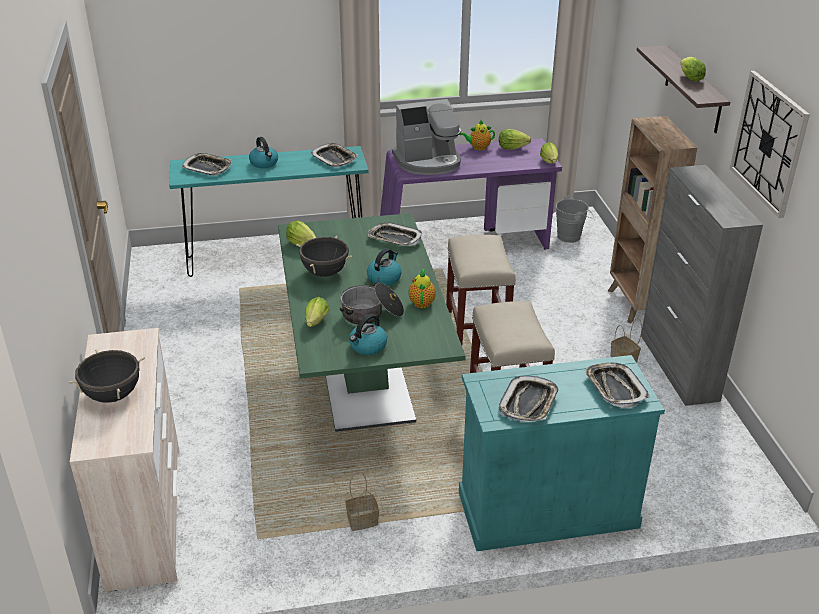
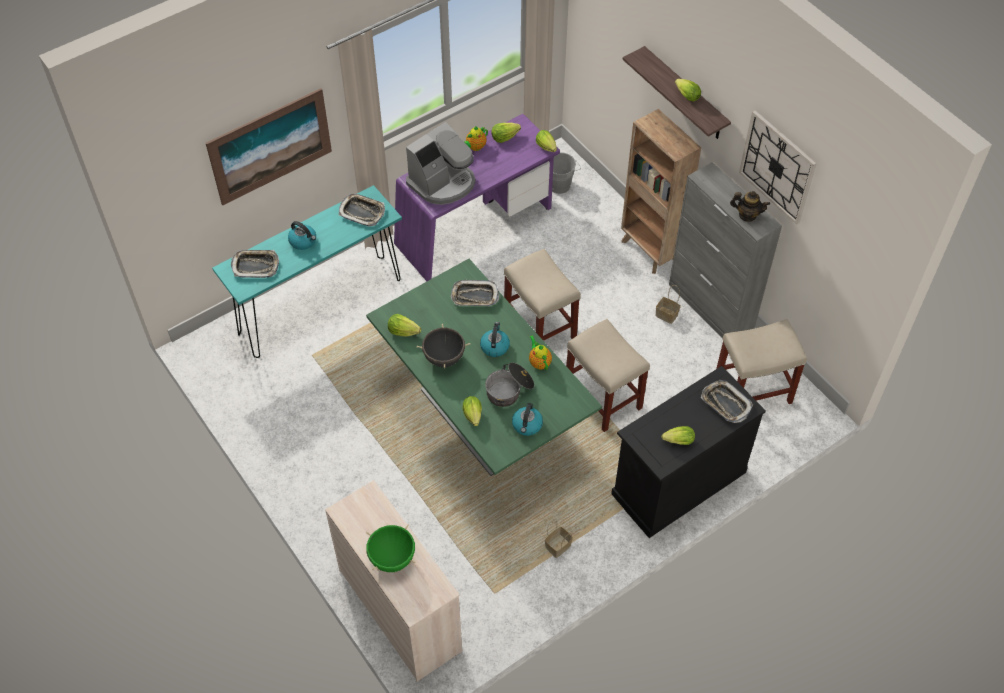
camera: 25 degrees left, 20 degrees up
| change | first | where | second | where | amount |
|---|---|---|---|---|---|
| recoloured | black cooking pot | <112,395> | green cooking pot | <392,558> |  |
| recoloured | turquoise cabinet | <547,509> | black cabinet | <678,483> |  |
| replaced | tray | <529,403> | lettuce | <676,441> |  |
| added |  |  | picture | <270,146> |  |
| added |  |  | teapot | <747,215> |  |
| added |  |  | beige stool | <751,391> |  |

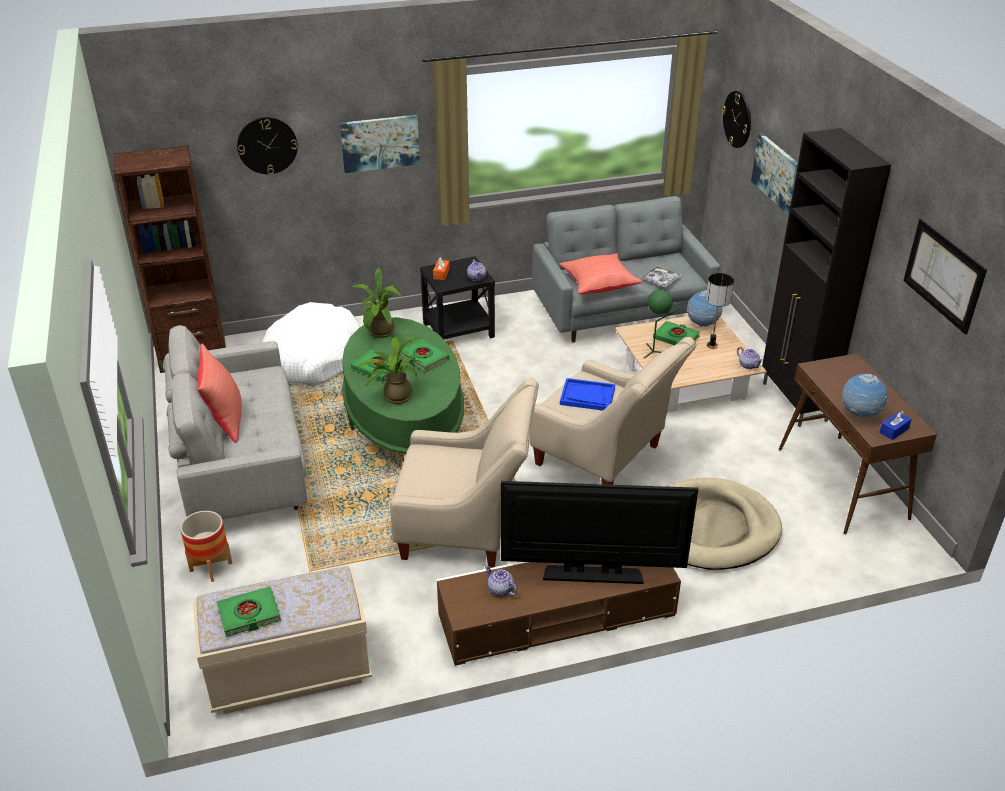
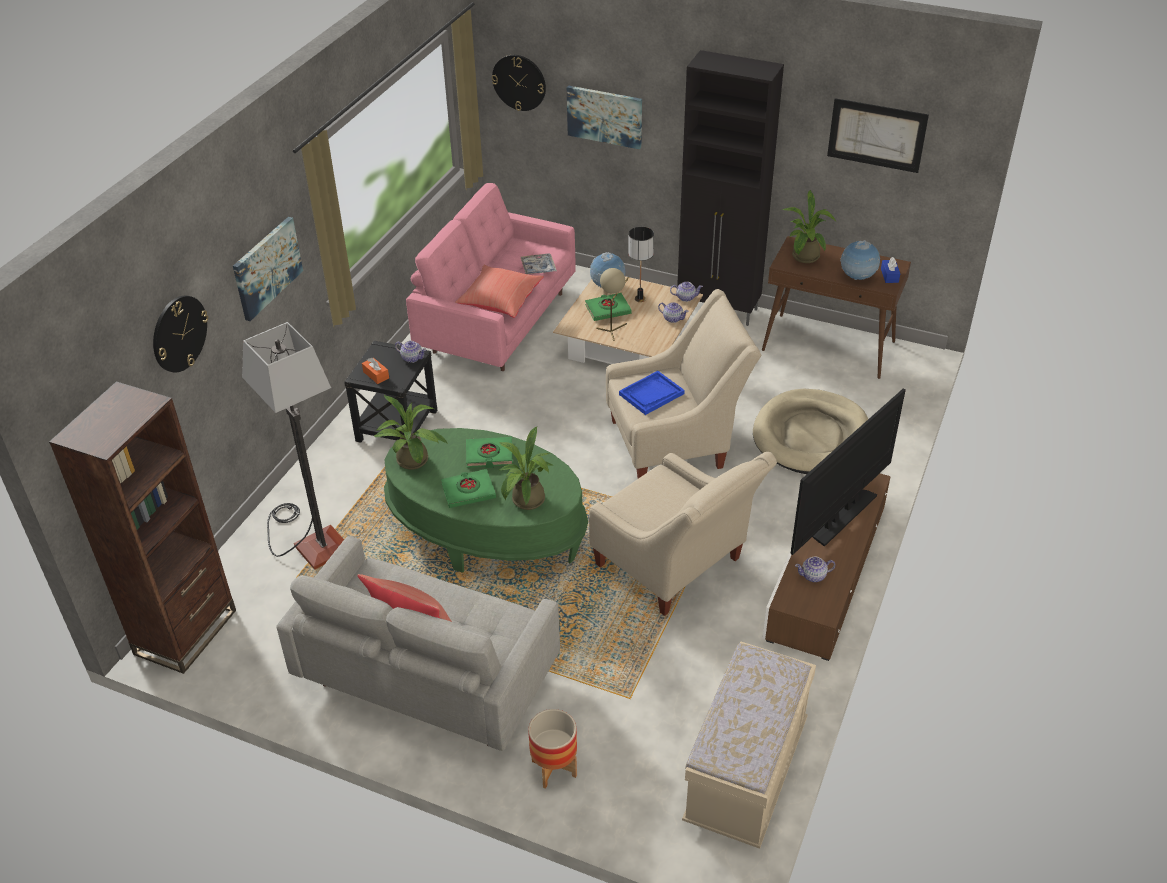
camera: 50 degrees left, 5 degrees up
| change | first | where | second | where | amount |
|---|---|---|---|---|---|
| recoloured | grey sofa | <621,312> | pink sofa | <498,321> |  |
| recoloured | green table lamp | <655,352> | beige table lamp | <613,330> |  |
| replaced | white dog bed | <314,357> | floor lamp | <311,542> |  |
| turned | beige armchair | <467,527> |  | <675,567> | 90 degrees clockwise |
| removed | green book | <249,614> |  |  |  |
| added |  |  | potted plant | <804,258> |  |
| added |  |  | teapot | <672,318> |  |

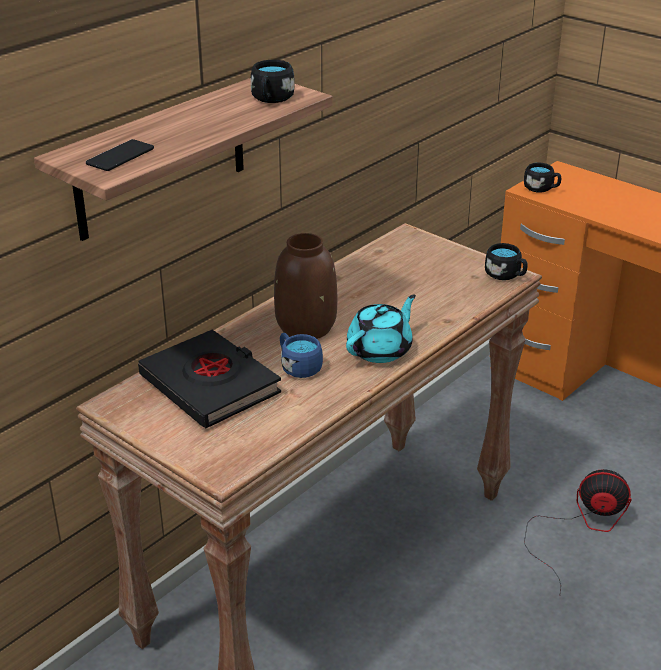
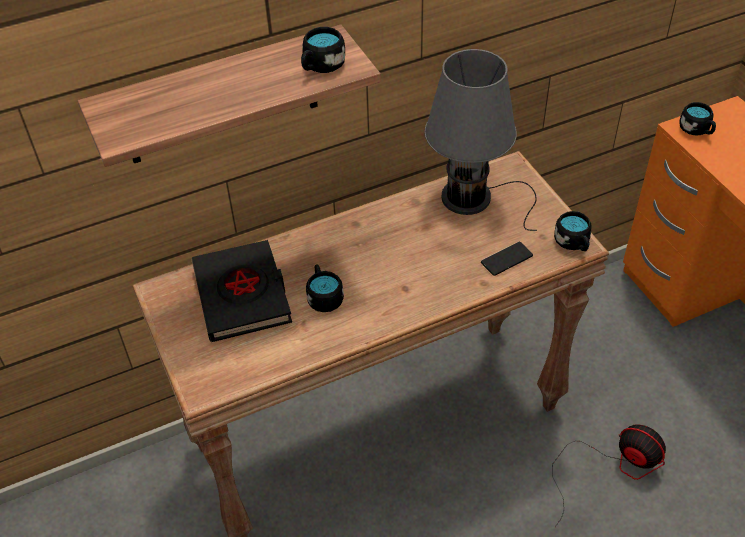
camera: 25 degrees right, 15 degrees up
| change | first | where | second | where | amount |
|---|---|---|---|---|---|
| moved | phone | <120,156> |  | <506,259> |  |
| removed | brown vase | <306,328> |  |  |  |
| removed | turquoise teapot | <380,350> |  |  |  |
| recoloured | blue mug | <298,366> | black mug | <324,296> |  |
| added |  |  | grey table lamp | <472,198> |  |

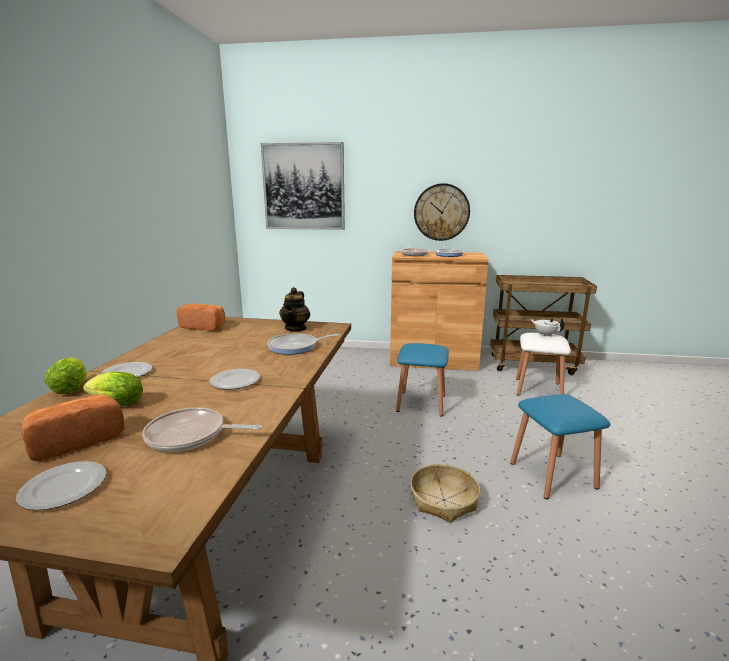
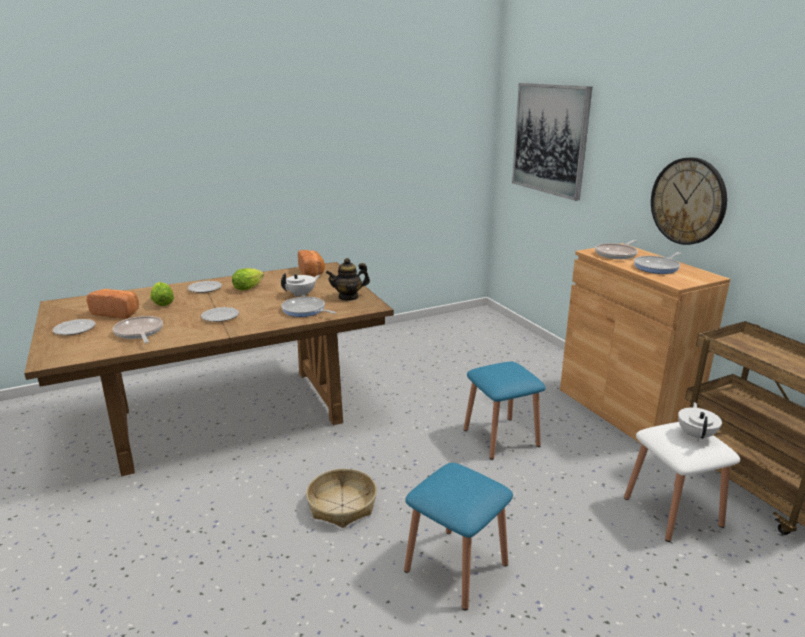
camera: 55 degrees right, 5 degrees up
| change | first | where | second | where | amount |
|---|---|---|---|---|---|
| moved | lettuce | <72,388> |  | <249,288> |  |
| added |  |  | white teapot | <301,295> |  |

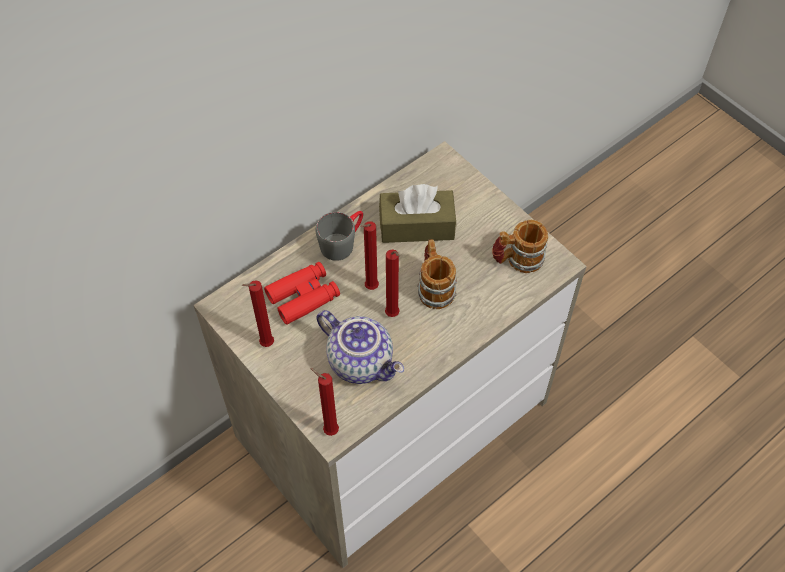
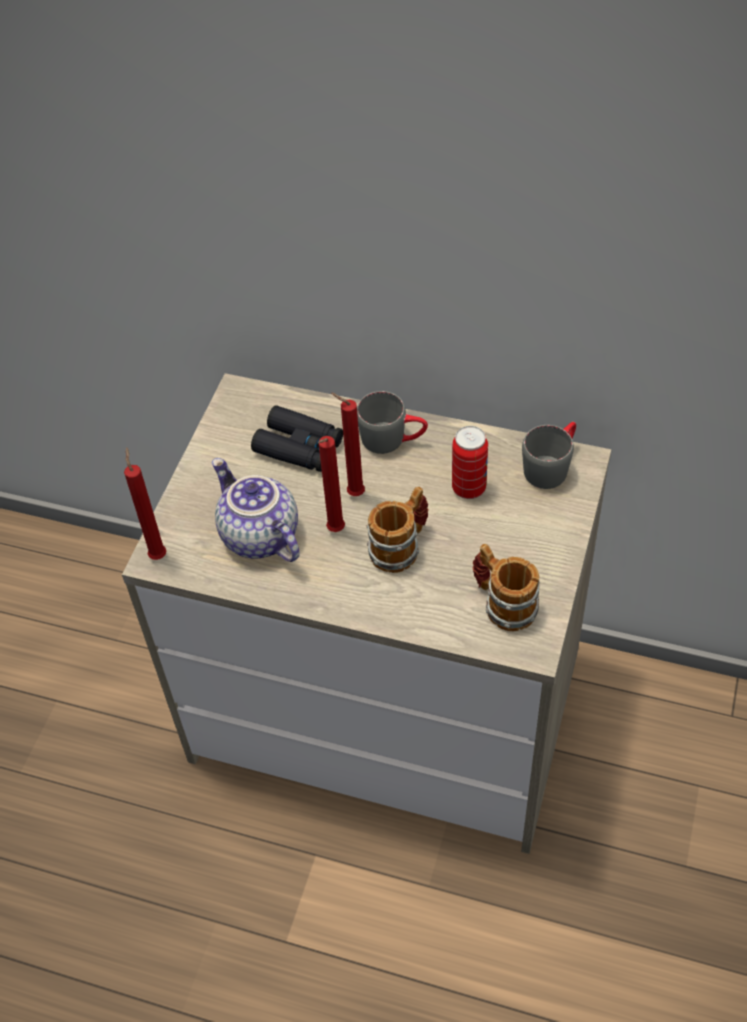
camera: 60 degrees right, 5 degrees down
| change | first | where | second | where | amount |
|---|---|---|---|---|---|
| replaced | brown tissue box | <417,226> | can | <469,488> |  |
| recoloured | red binoculars | <303,297> | black binoculars | <299,447> |  |
| removed | red candle | <265,344> |  |  |  |
| turned | teapot | <362,361> |  | <258,536> | 135 degrees clockwise |
| added |  |  | grey mug | <551,465> |  |

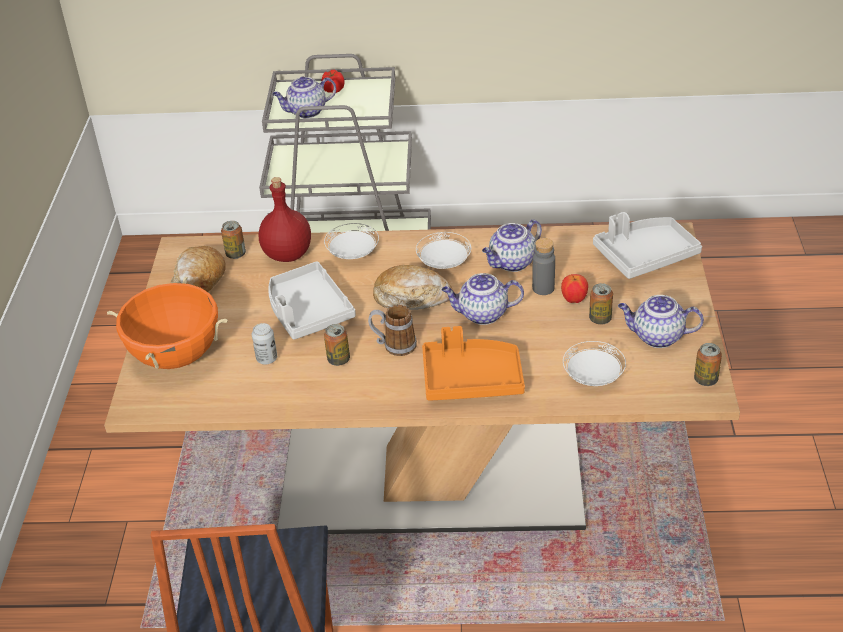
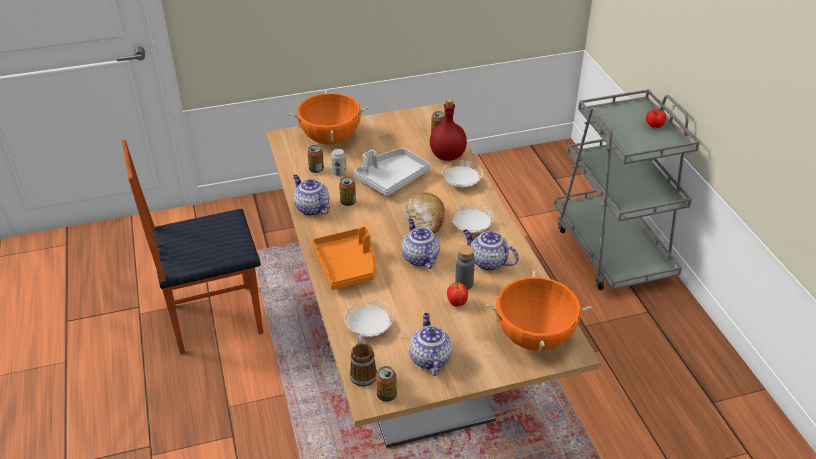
camera: 70 degrees right, 0 degrees up
| change | first | where | second | where | amount |
|---|---|---|---|---|---|
| moved | teapot | <306,112> |  | <311,208> |  |
| replaced | grey tray | <645,256> | orange cooking pot | <534,337> |  |
| removed | bread | <198,282> |  |  |  |
| moved | can | <600,319> |  | <316,169> |  |
| moved | mug | <393,346> |  | <362,372> |  |

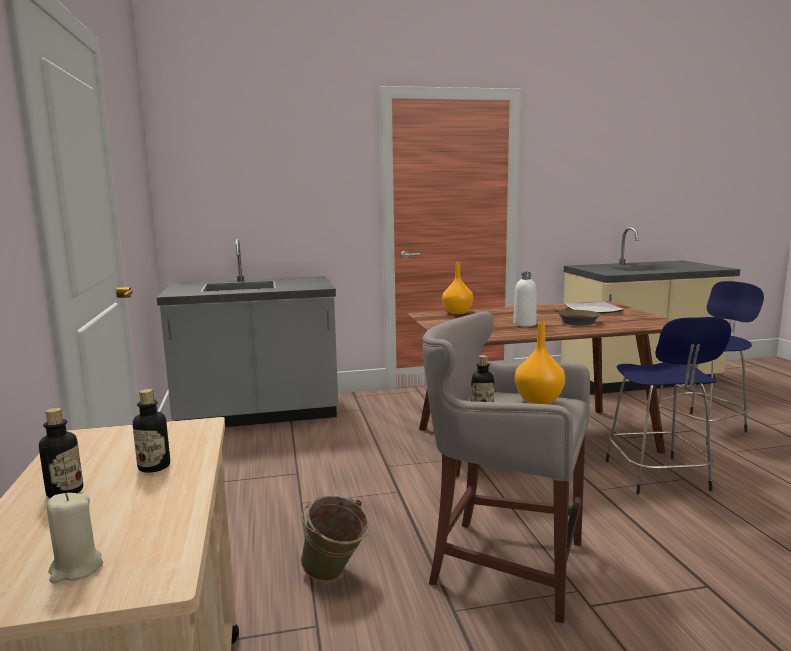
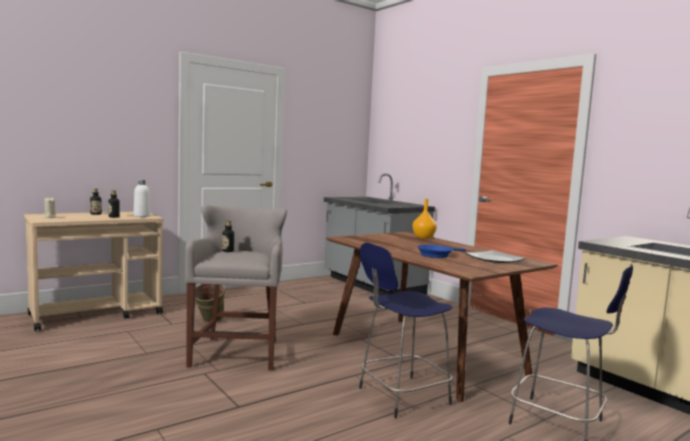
camera: 65 degrees right, 5 degrees down
| change | first | where | second | where | amount |
|---|---|---|---|---|---|
| moved | white bottle | <524,324> |  | <141,216> |  |
| recoloured | brown frying pan | <576,321> | blue frying pan | <436,255> |  |
| removed | orange vase | <537,401> |  |  |  |

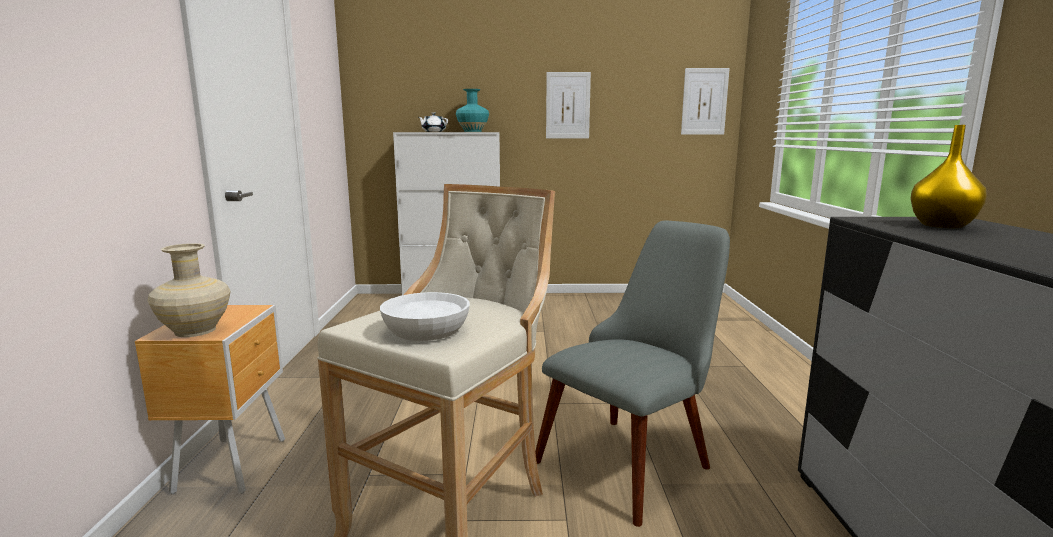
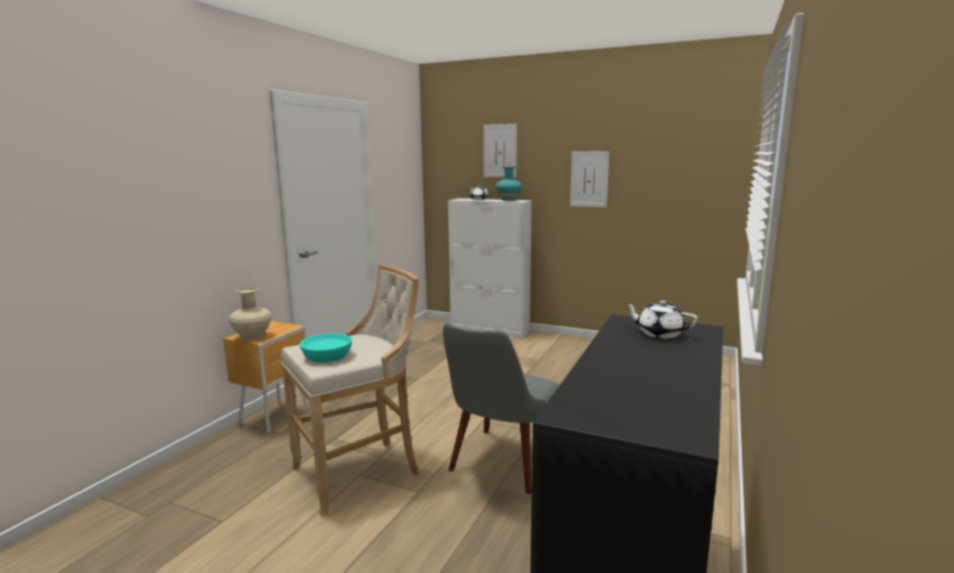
camera: 25 degrees right, 0 degrees up
| change | first | where | second | where | amount |
|---|---|---|---|---|---|
| moved | picture | <704,101> |  | <500,151> |  |
| replaced | yellow vase | <941,226> | white teapot | <659,333> |  |
| turned | grey chair | <635,456> |  | <500,467> | 135 degrees clockwise |
| recoloured | white bowl | <427,331> | turquoise bowl | <327,356> |  |

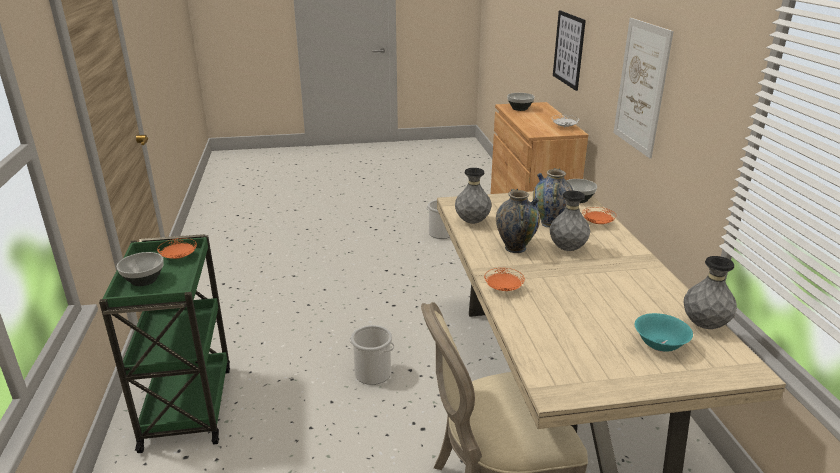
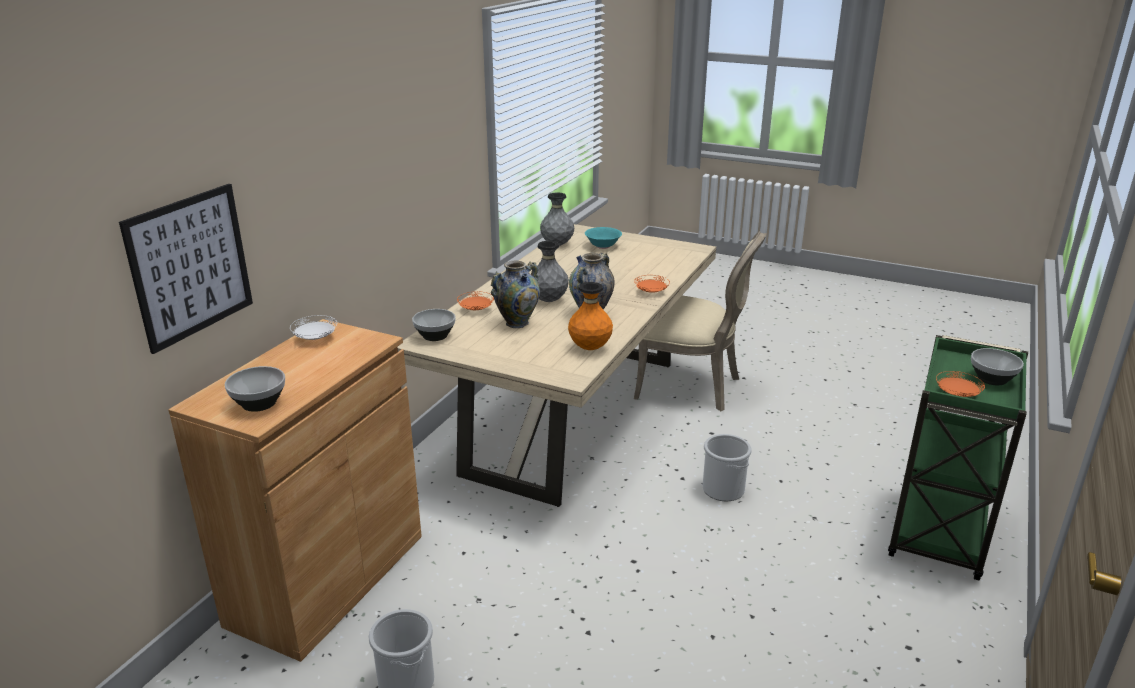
camera: 145 degrees left, 0 degrees up
| change | first | where | second | where | amount |
|---|---|---|---|---|---|
| removed | picture | <641,87> |  |  |  |
| recoloured | grey vase | <472,222> | orange vase | <590,348> |  |

